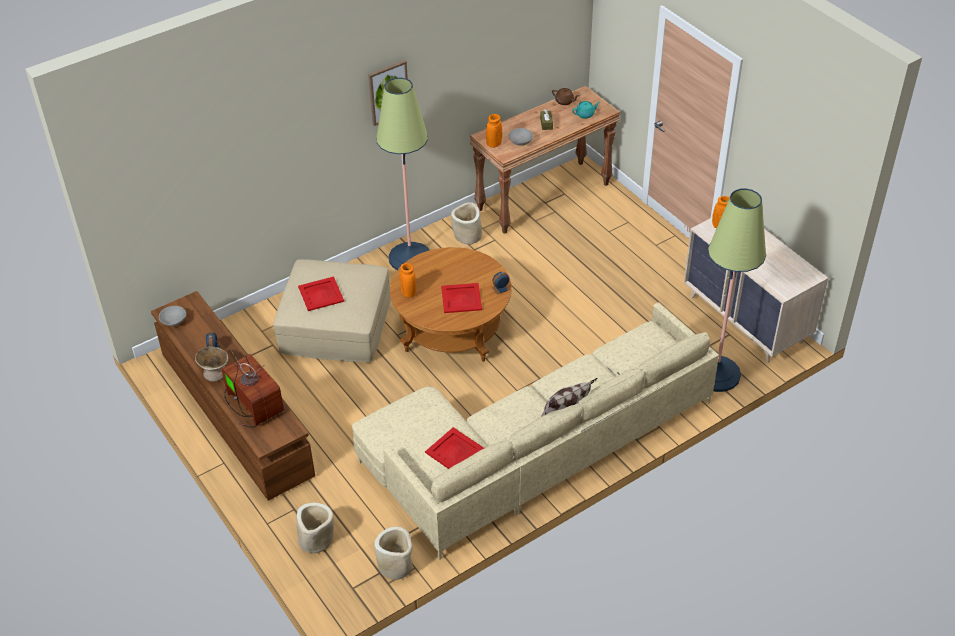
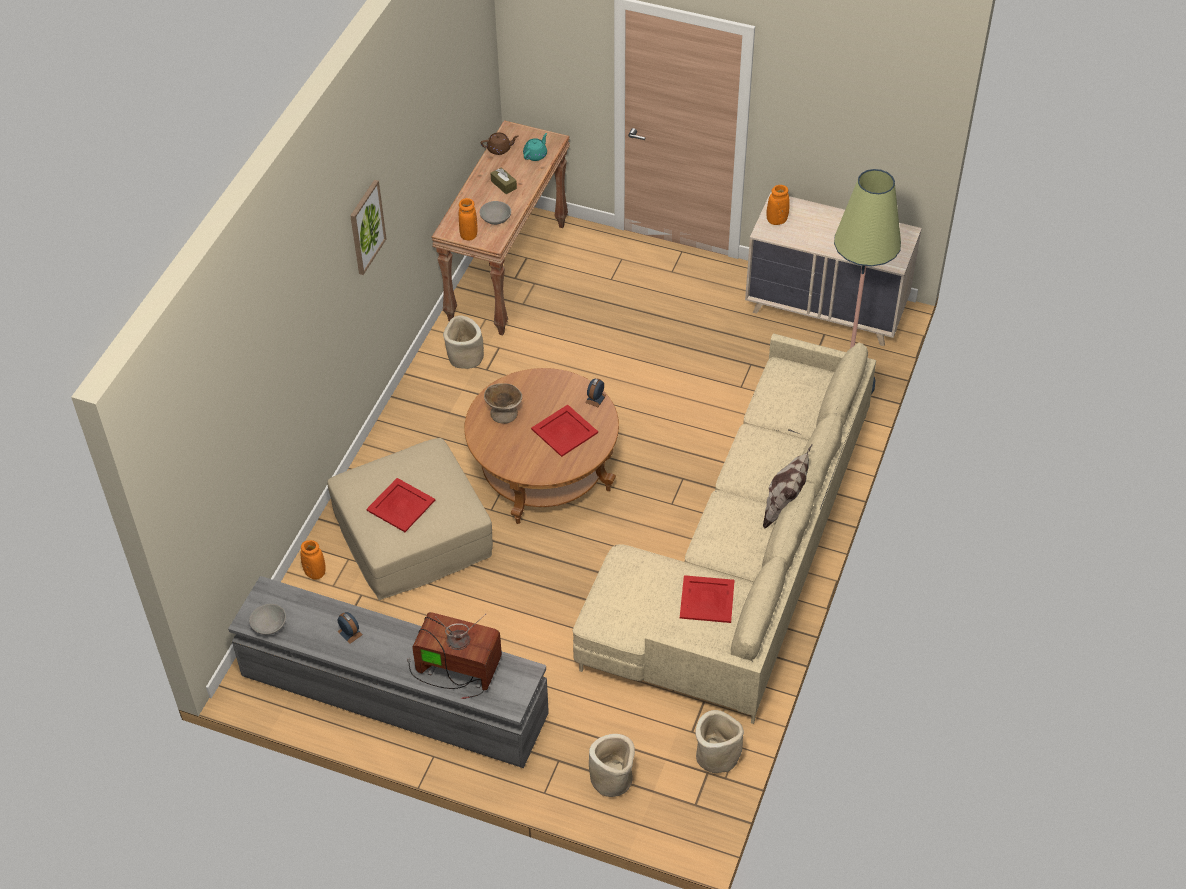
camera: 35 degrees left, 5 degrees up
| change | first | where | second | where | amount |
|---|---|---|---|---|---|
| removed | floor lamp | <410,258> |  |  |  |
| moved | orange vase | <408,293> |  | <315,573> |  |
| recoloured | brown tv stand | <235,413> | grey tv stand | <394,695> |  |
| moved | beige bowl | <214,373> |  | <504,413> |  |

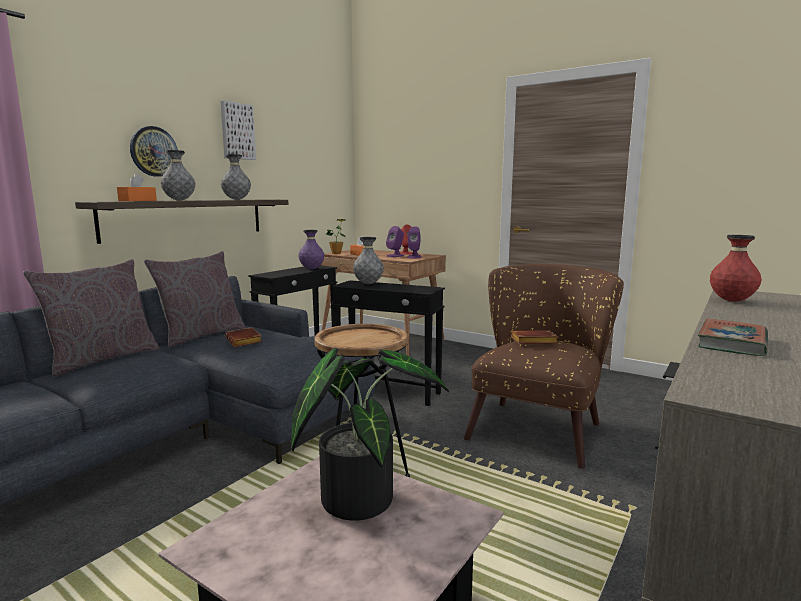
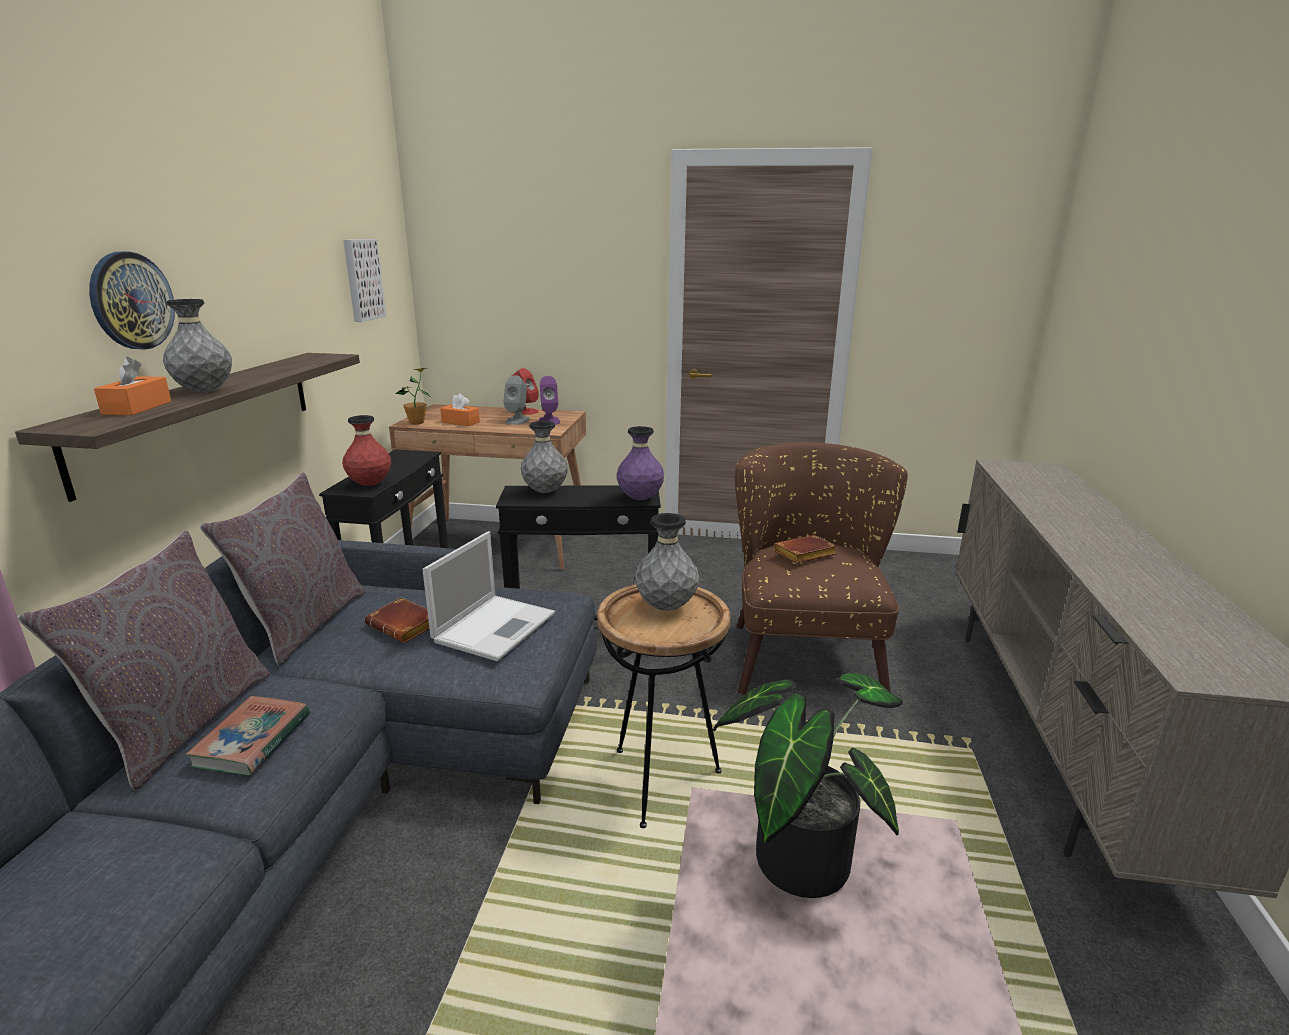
camera: 25 degrees left, 10 degrees up
| change | first | where | second | where | amount |
|---|---|---|---|---|---|
| moved | picture | <237,131> |  | <362,279> |  |
| moved | grey vase | <236,199> |  | <666,607> |  |
| recoloured | purple speaker | <395,256> | grey speaker | <518,420> |  |
| moved | purple vase | <312,269> |  | <640,499> |  |
| moved | red vase | <731,301> |  | <370,484> |  |
| moved | book | <732,343> |  | <252,740> |  |
| added |  |  | laptop | <495,626> |  |

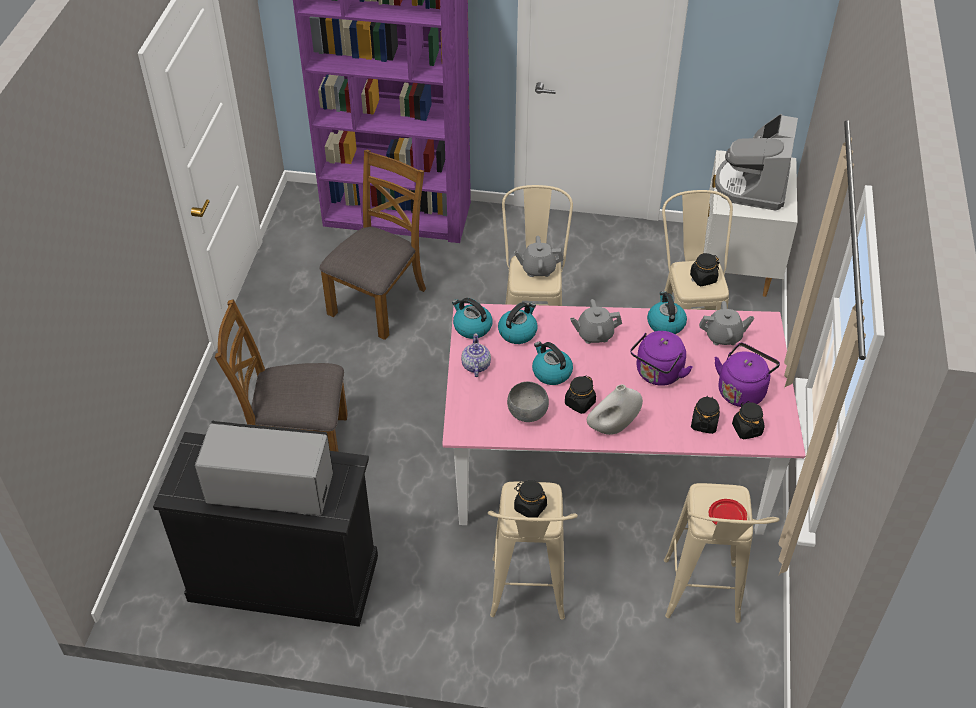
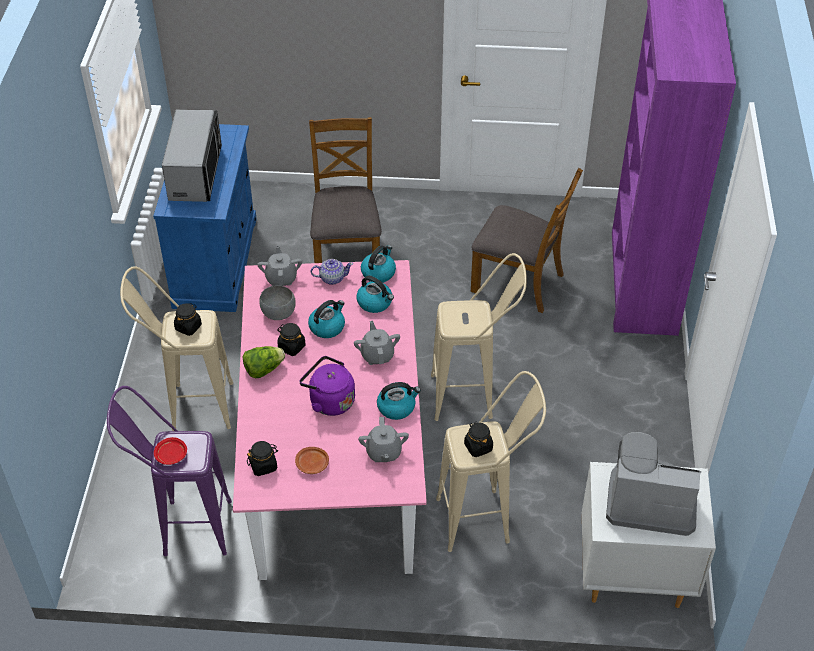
camera: 85 degrees right, 0 degrees up
| change | first | where | second | where | amount |
|---|---|---|---|---|---|
| moved | grey teapot | <538,269> |  | <281,278> |  |
| replaced | purple kettle | <742,390> | brown plate | <312,464> |  |
| replaced | white vase | <612,427> | lettuce | <264,369> |  |
| removed | black jar | <704,423> |  |  |  |
| recoloured | black cabinet | <284,577> | blue cabinet | <216,262> |  |
| recoloured | beige stool | <701,603> | purple stool | <184,528> |  |

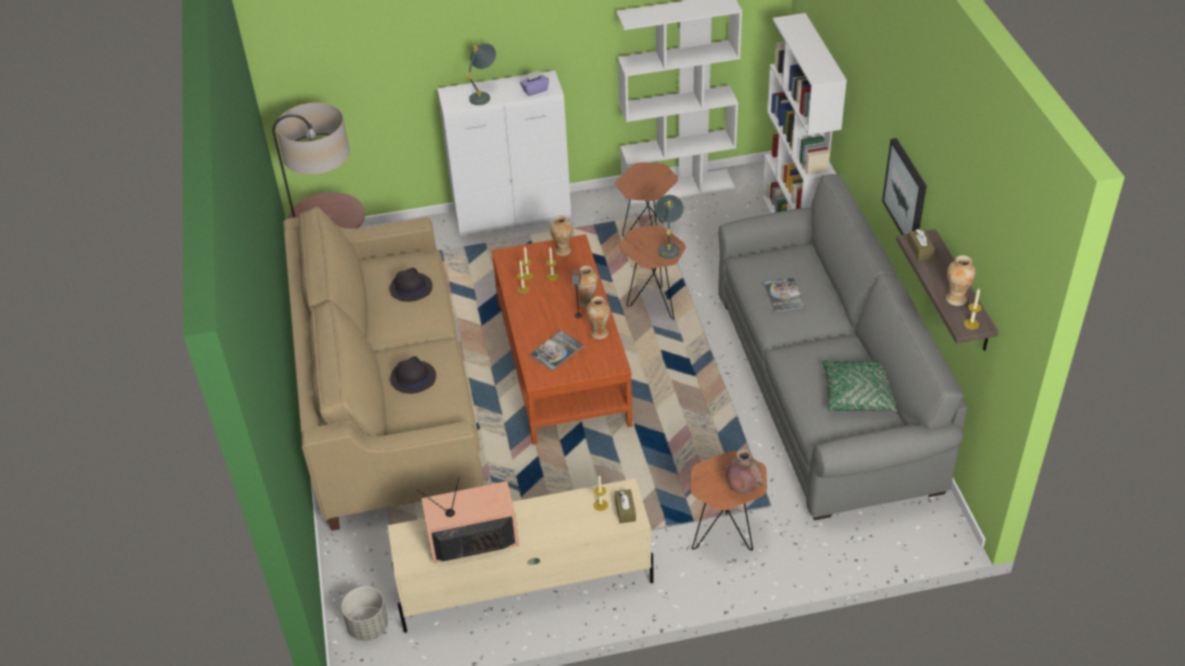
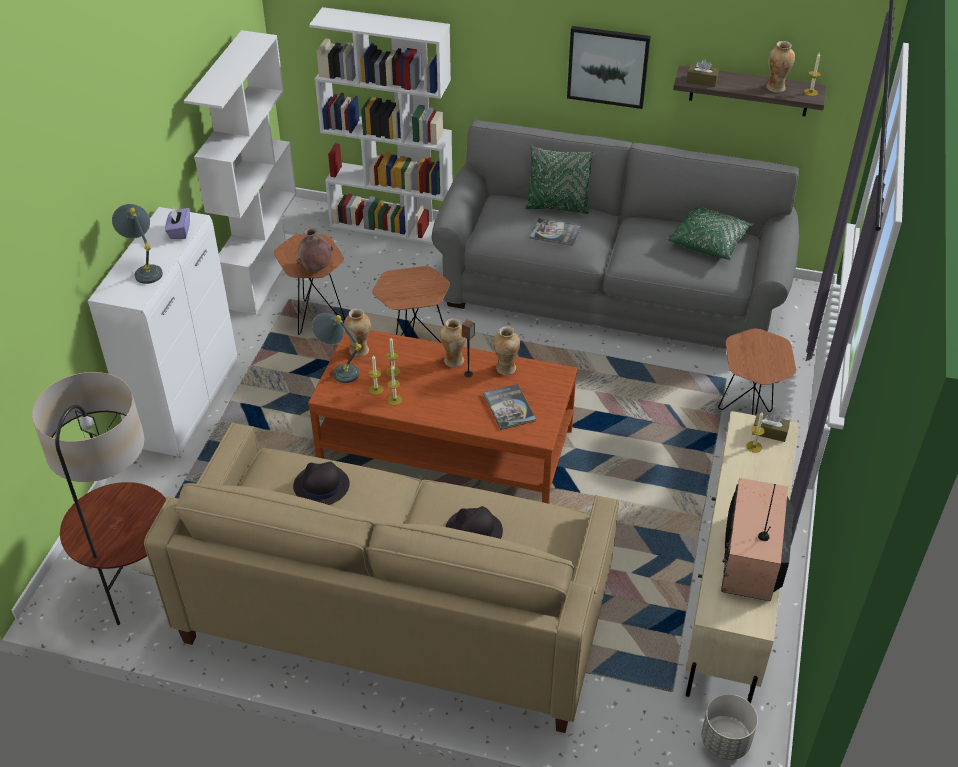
camera: 65 degrees left, 0 degrees up
| change | first | where | second | where | amount |
|---|---|---|---|---|---|
| moved | grey table lamp | <669,246> |  | <338,370> |  |
| moved | brown vase | <742,488> |  | <316,268> |  |
| added |  |  | green pillow | <557,207> |  |

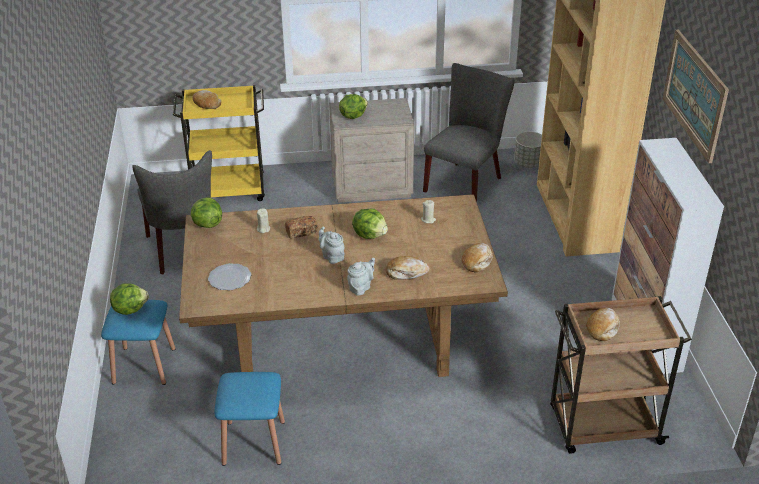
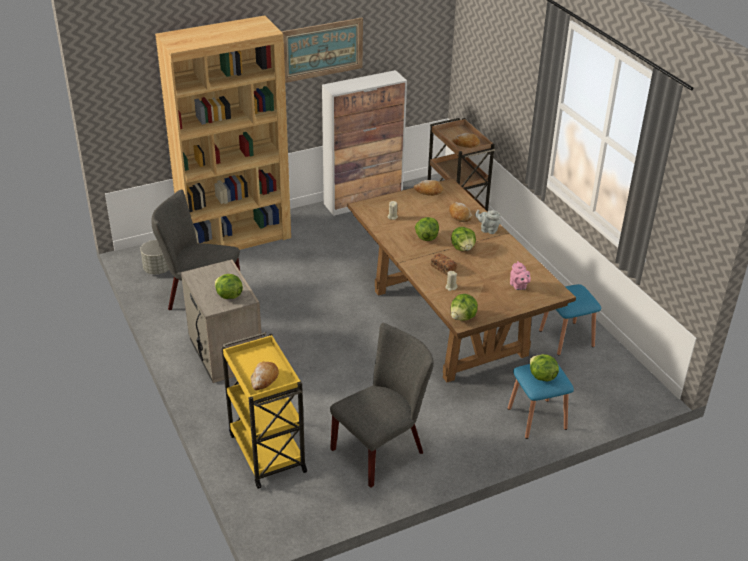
camera: 110 degrees left, 0 degrees up
| change | first | where | second | where | amount |
|---|---|---|---|---|---|
| replaced | grey teapot | <332,256> | lettuce | <463,248> |  |
| replaced | plate | <230,278> | pink teapot | <519,286> |  |

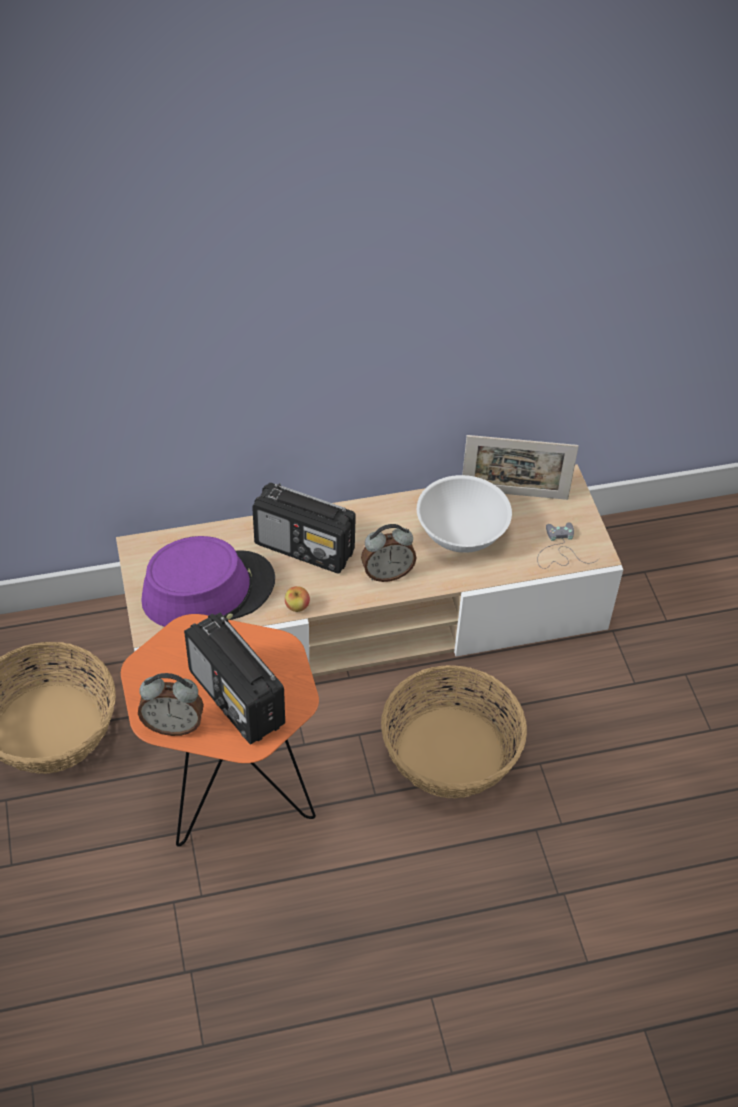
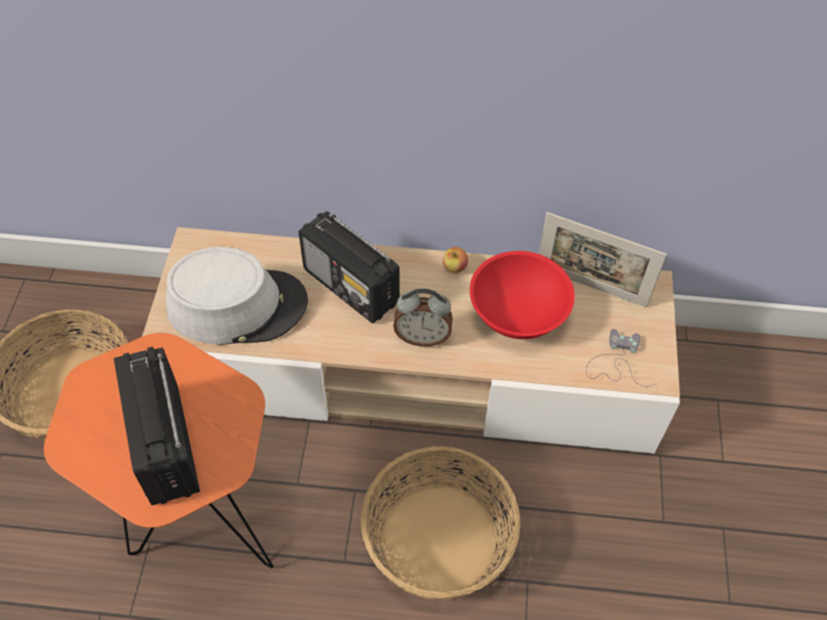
camera: 20 degrees right, 5 degrees up
| change | first | where | second | where | amount |
|---|---|---|---|---|---|
| recoloured | white bowl | <461,533> | red bowl | <517,314> |  |
| recoloured | purple hat | <208,590> | grey hat | <237,305> |  |
| moved | apple | <297,606> |  | <455,267> |  |
| removed | alarm clock | <173,725> |  |  |  |

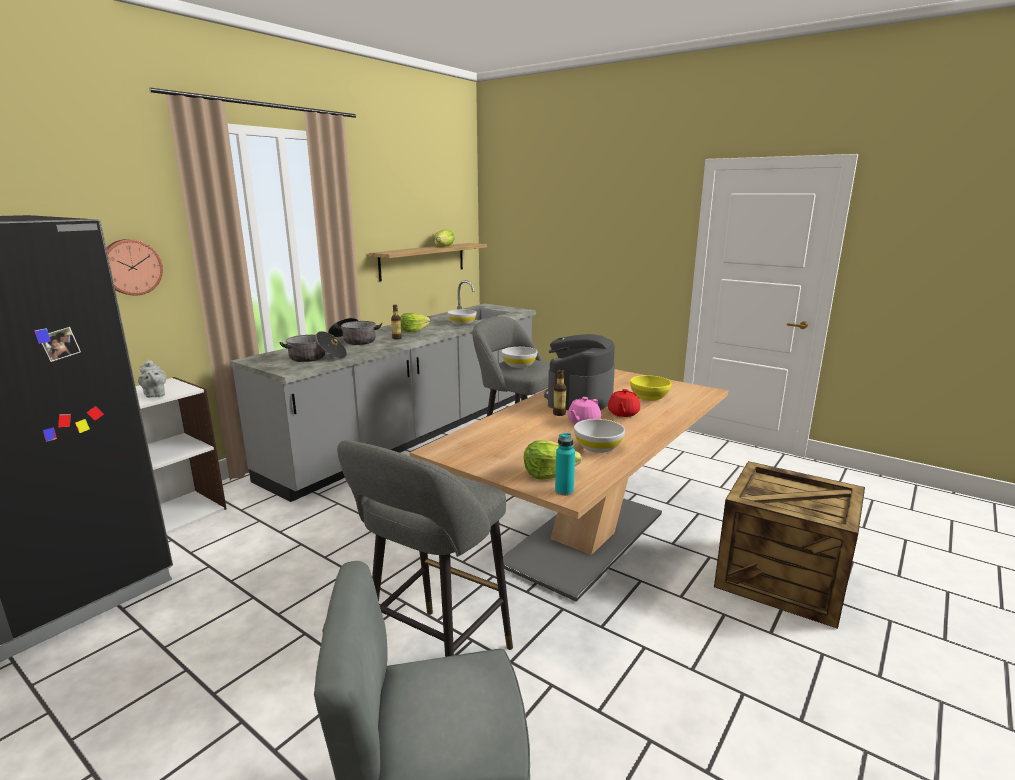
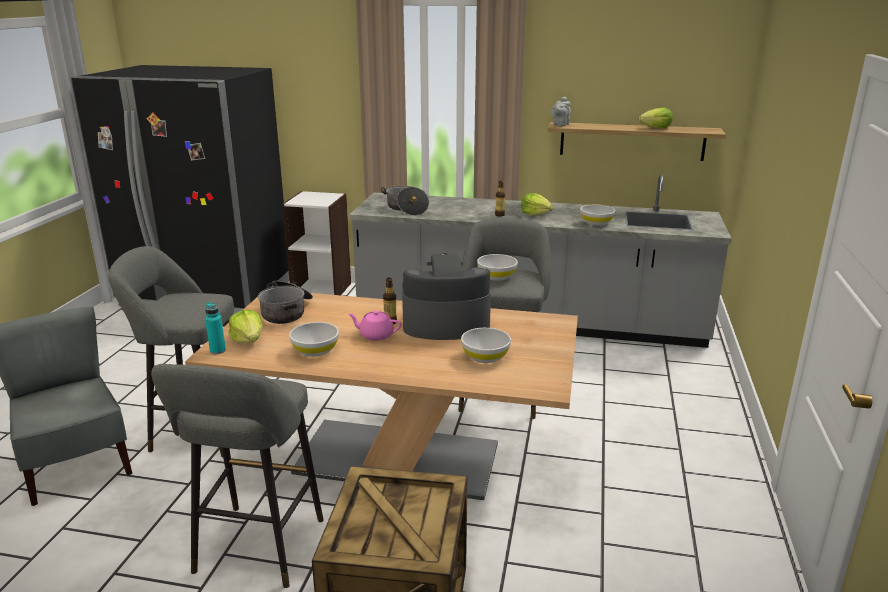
camera: 65 degrees right, 5 degrees up
| change | first | where | second | where | amount |
|---|---|---|---|---|---|
| removed | wall clock | <130,267> |  |  |  |
| moved | cooking pot | <354,340> |  | <287,311> |  |
| moved | grey teapot | <155,395> |  | <560,125> |  |
| recoloured | yellow bowl | <649,397> | white bowl | <485,357> |  |
| removed | red teapot | <623,413> |  |  |  |
| added |  |  | grey stool | <256,551> |  |

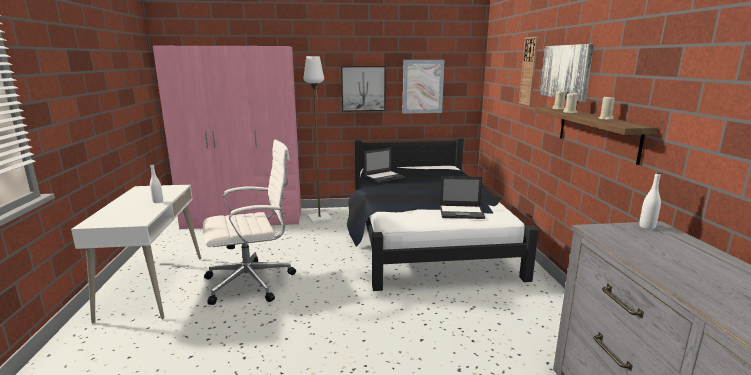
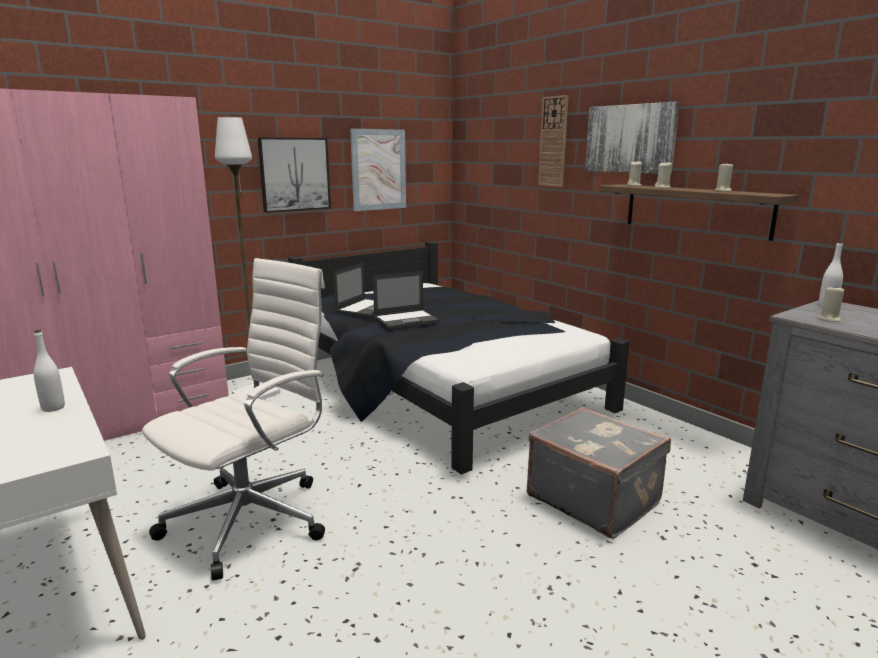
camera: 30 degrees left, 0 degrees up
| change | first | where | second | where | amount |
|---|---|---|---|---|---|
| moved | laptop | <462,212> |  | <407,319> |  |
| added |  |  | beige candle | <829,319> |  |
| added |  |  | grey suitcase | <594,499> |  |

